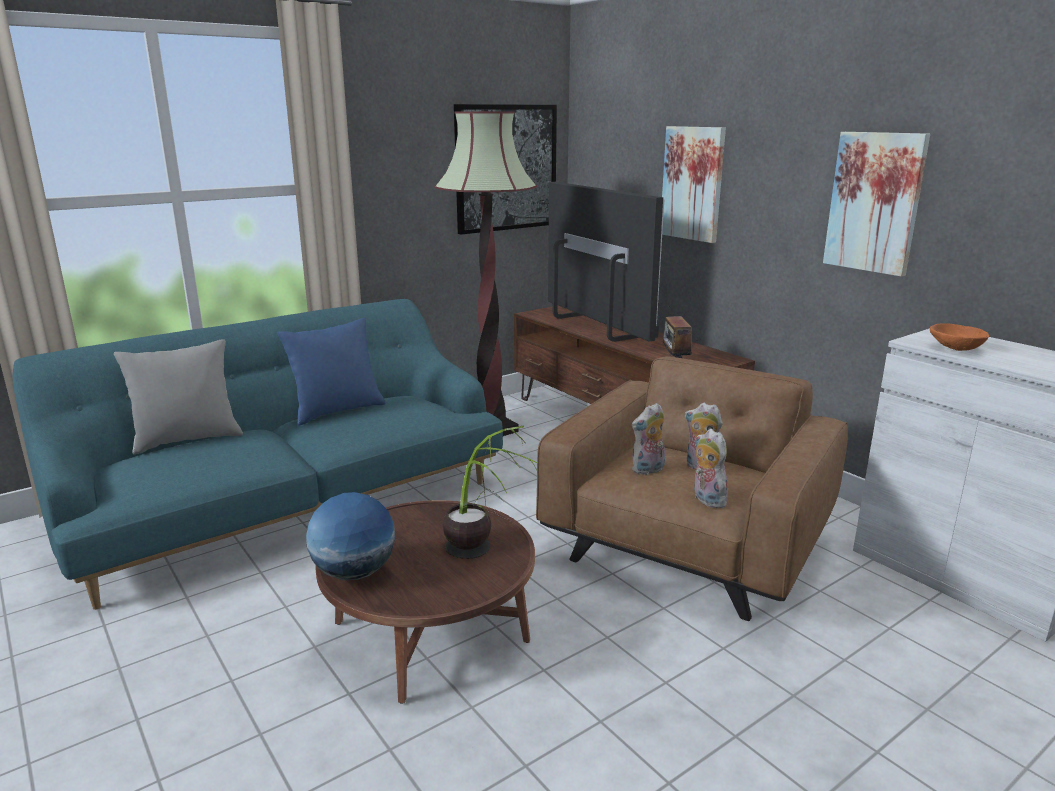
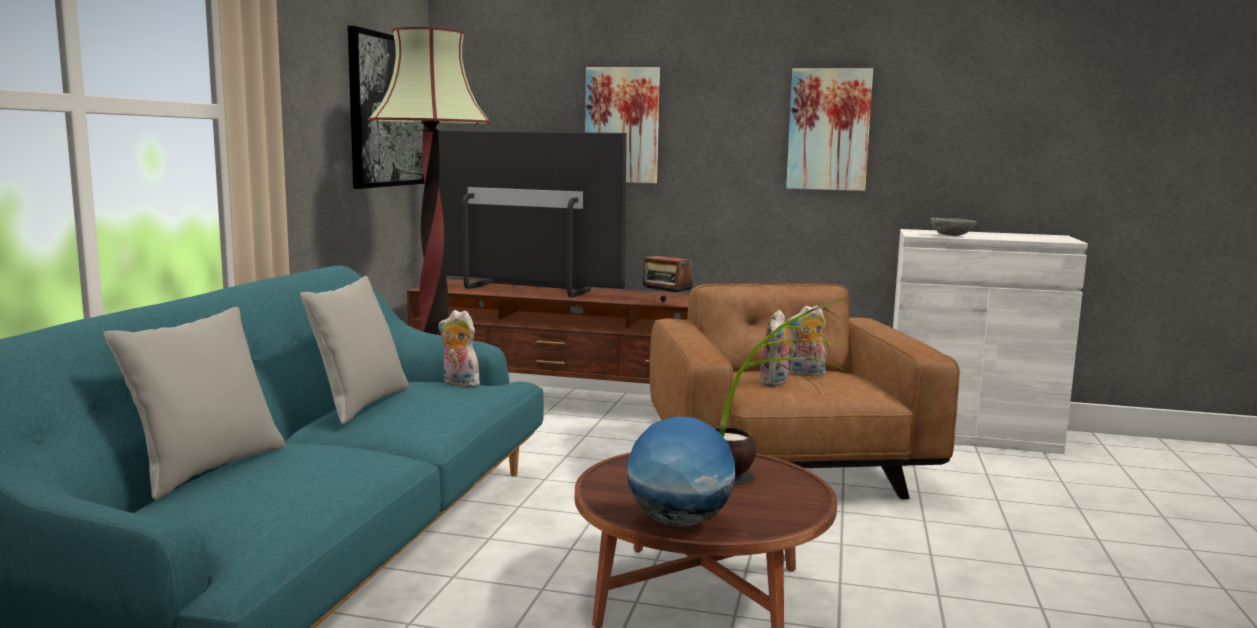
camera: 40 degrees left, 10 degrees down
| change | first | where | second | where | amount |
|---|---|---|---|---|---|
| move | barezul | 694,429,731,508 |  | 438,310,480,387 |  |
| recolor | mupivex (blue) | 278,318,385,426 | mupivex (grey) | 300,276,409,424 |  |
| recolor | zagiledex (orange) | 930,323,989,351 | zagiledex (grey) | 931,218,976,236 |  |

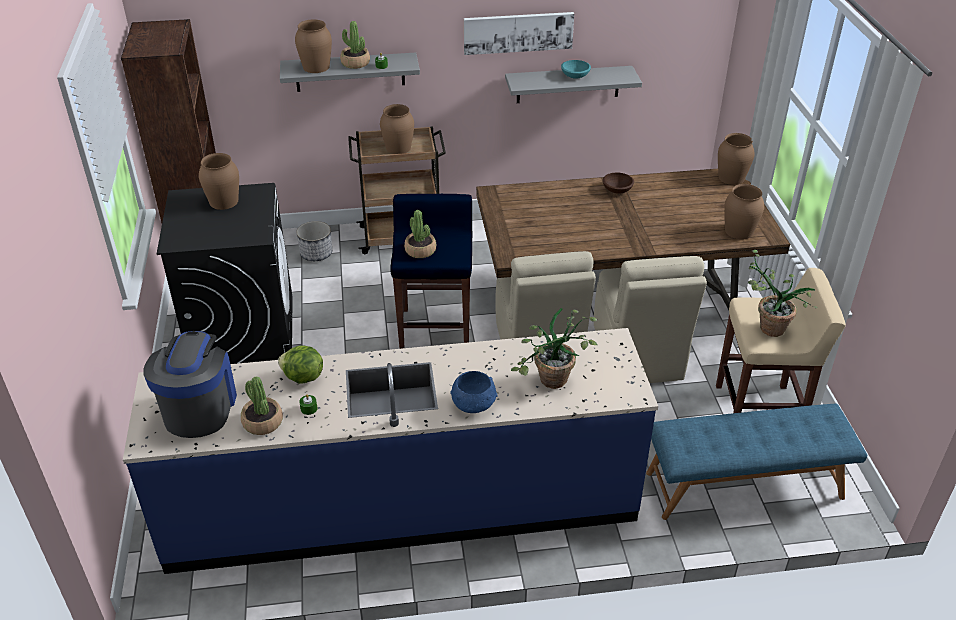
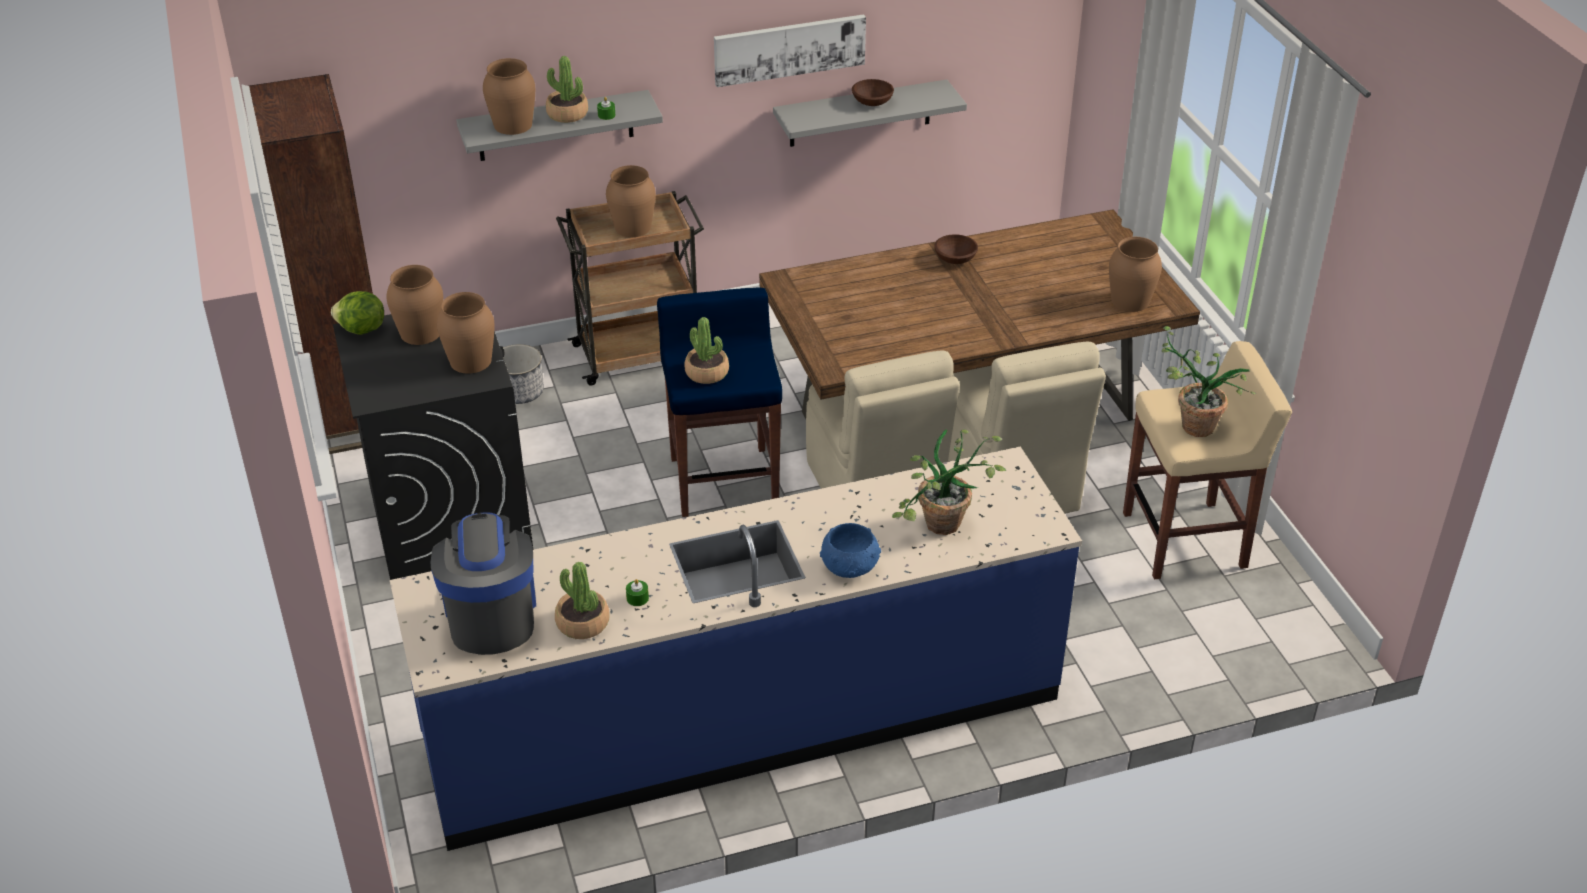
camera: 10 degrees left, 0 degrees up
| change | first | where | second | where | amount |
|---|---|---|---|---|---|
| delete | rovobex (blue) | 646,403,867,520 |  |  |  |
| move | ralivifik | 278,345,323,384 |  | 331,291,384,335 |  |
| move | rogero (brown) | 718,133,755,185 |  | 437,292,495,374 |  |
| recolor | zagiledex (turquoise) | 561,60,591,79 | zagiledex (brown) | 852,79,894,106 |  |

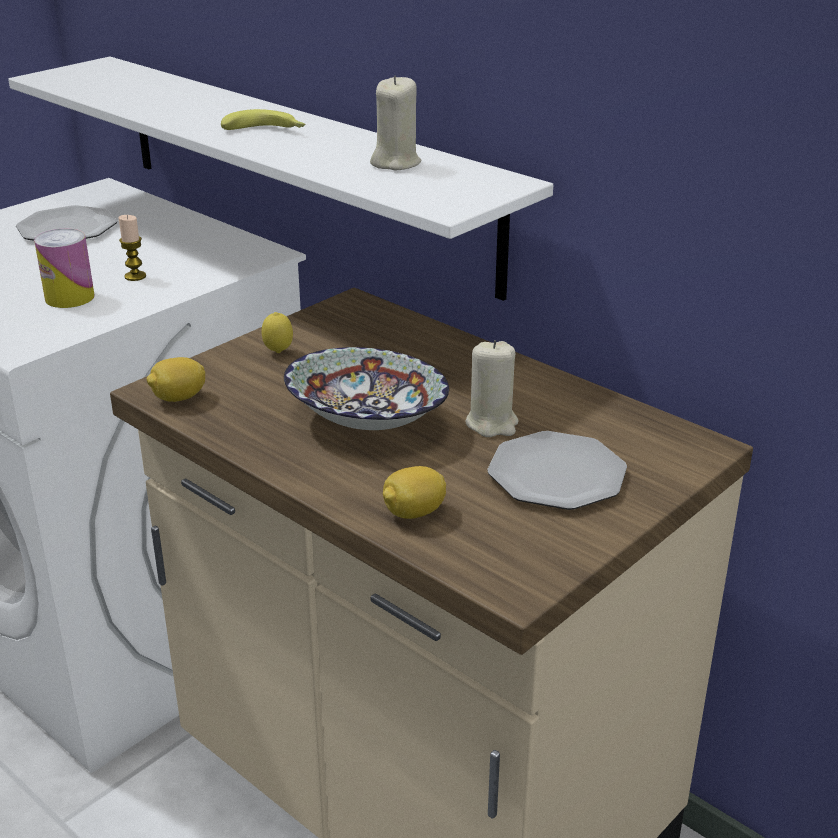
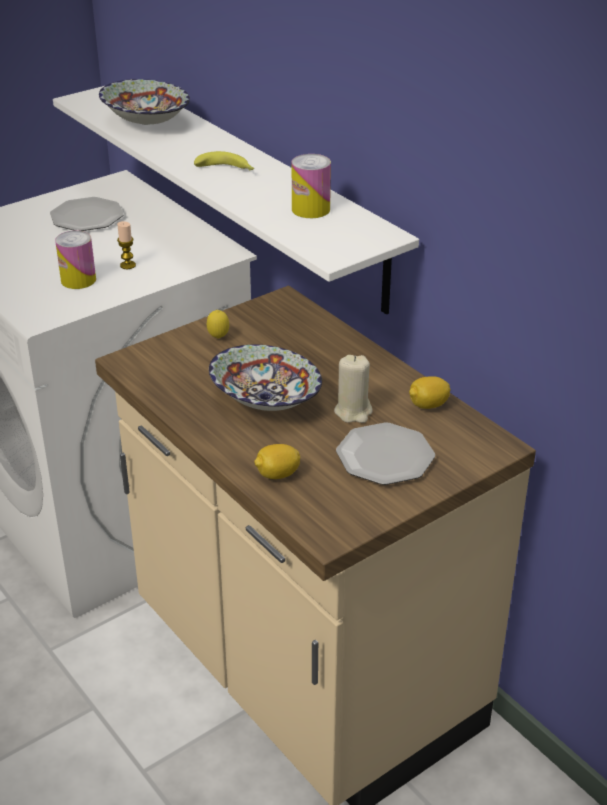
camera: 10 degrees right, 5 degrees up
| change | first | where | second | where | amount |
|---|---|---|---|---|---|
| insert |  |  | zagiledex | 99,79,190,125 |  |
| move | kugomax | 147,357,205,402 |  | 409,376,450,409 |  |
| replace | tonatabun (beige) | 370,75,421,170 | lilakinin | 292,154,331,218 |  |

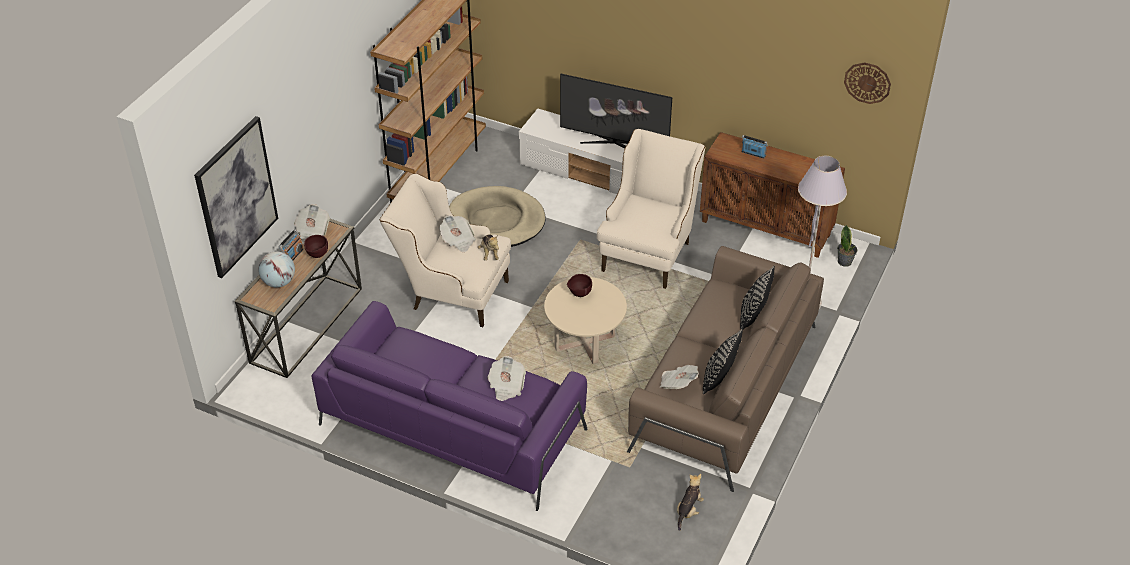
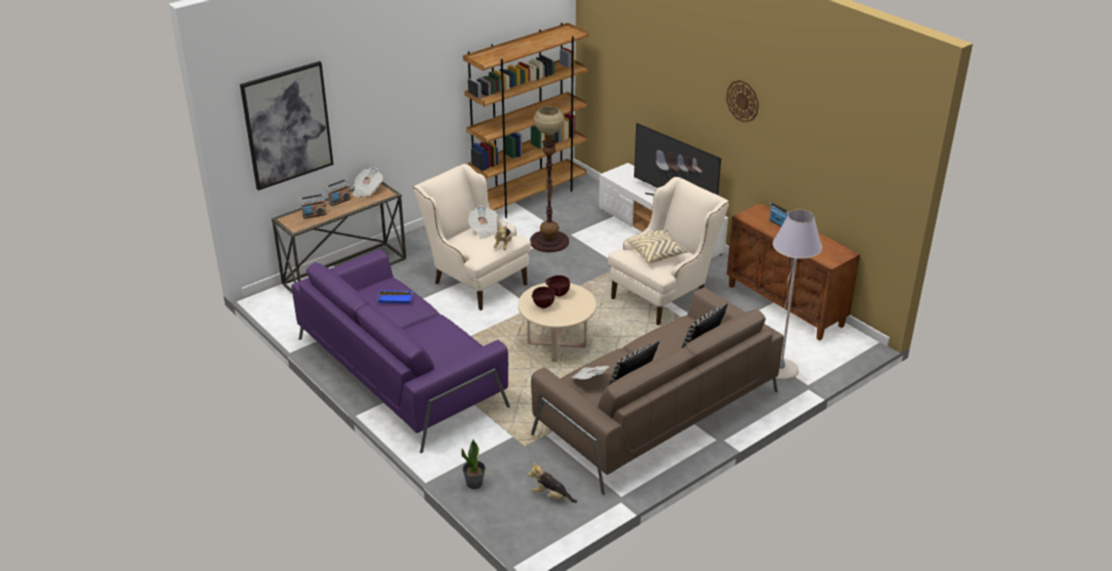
camera: 25 degrees right, 10 degrees down
| change | first | where | second | where | amount |
|---|---|---|---|---|---|
| delete | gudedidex | 487,356,526,401 |  |  |  |
| insert |  |  | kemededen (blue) | 377,290,413,303 |  |
| insert |  |  | mupivex (beige) | 626,230,689,263 |  |
| move | zagiledex (brown) | 304,235,328,258 |  | 532,287,555,308 |  |
| move | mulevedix | 837,224,857,267 |  | 461,439,485,489 |  |
| move | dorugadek | 844,62,891,104 |  | 726,80,759,123 |  |
| replace | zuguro | 258,251,295,287 | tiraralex | 299,194,326,219 |  |
| replace | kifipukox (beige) | 449,186,545,247 | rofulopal | 530,106,569,252 |  |
| rotate | barezul | 677,474,704,531 |  | 528,462,577,503 | 120 degrees counterclockwise |

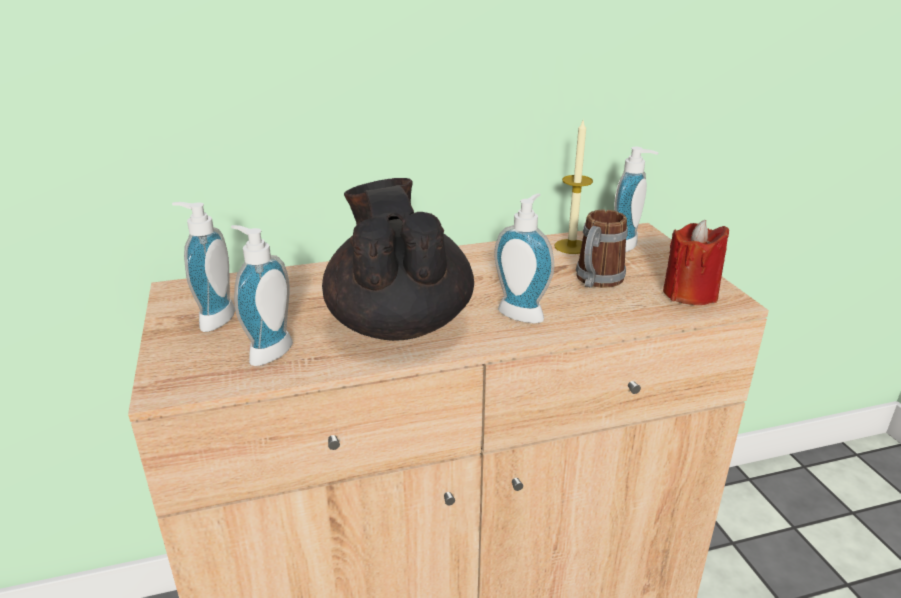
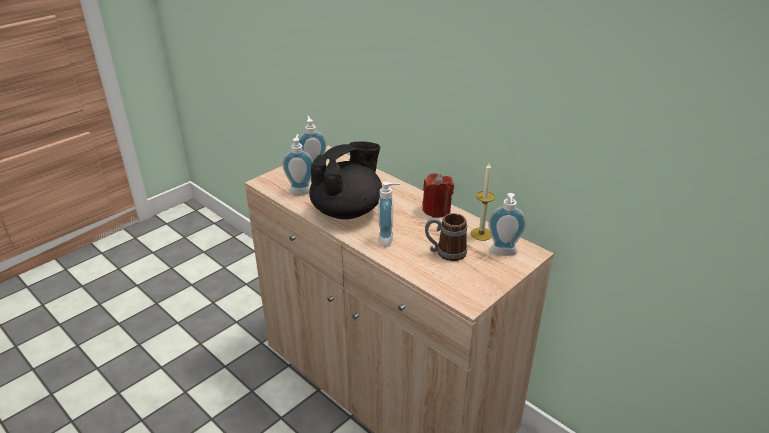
camera: 60 degrees right, 5 degrees up
| change | first | where | second | where | amount |
|---|---|---|---|---|---|
| move | tonatabun (red) | 663,220,729,305 |  | 422,173,454,218 |  |

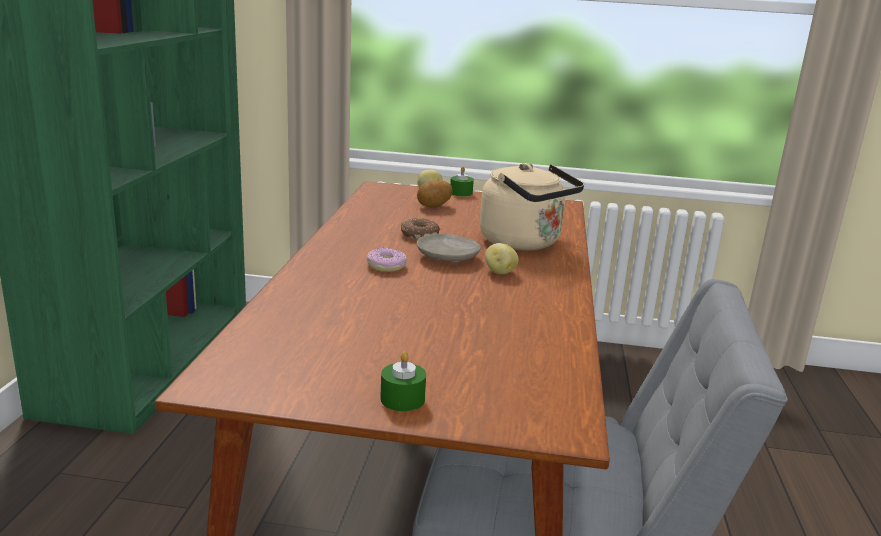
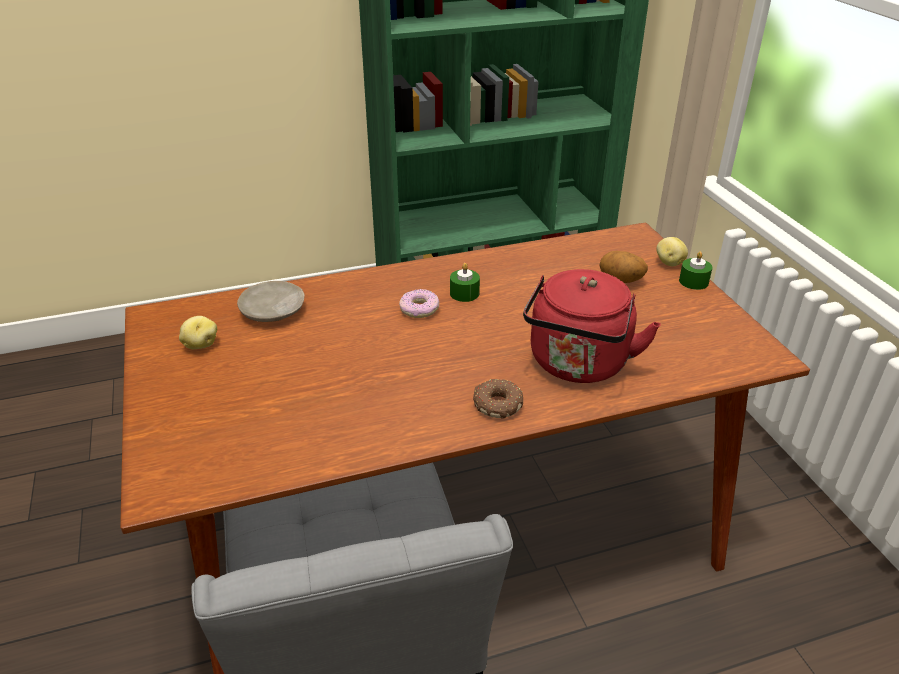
camera: 65 degrees right, 15 degrees up
| change | first | where | second | where | amount |
|---|---|---|---|---|---|
| move | tonatabun (green) | 380,351,426,411 |  | 450,263,480,302 |  |
| move | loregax | 401,218,440,240 |  | 473,379,523,418 |  |
| move | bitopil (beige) | 417,234,481,263 |  | 237,281,305,322 |  |
| move | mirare | 485,243,519,274 |  | 179,316,217,349 |  |
| recolor | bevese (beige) | 480,163,584,250 | bevese (red) | 523,269,661,383 |  |

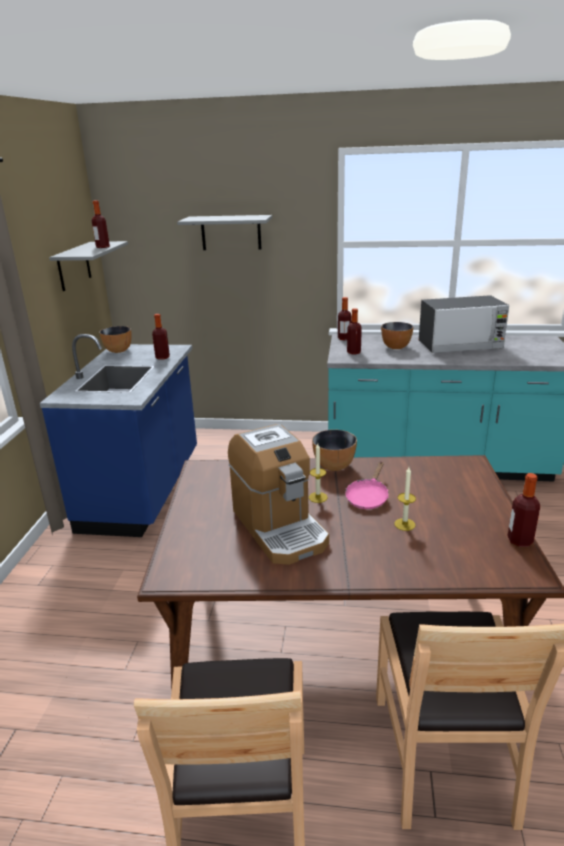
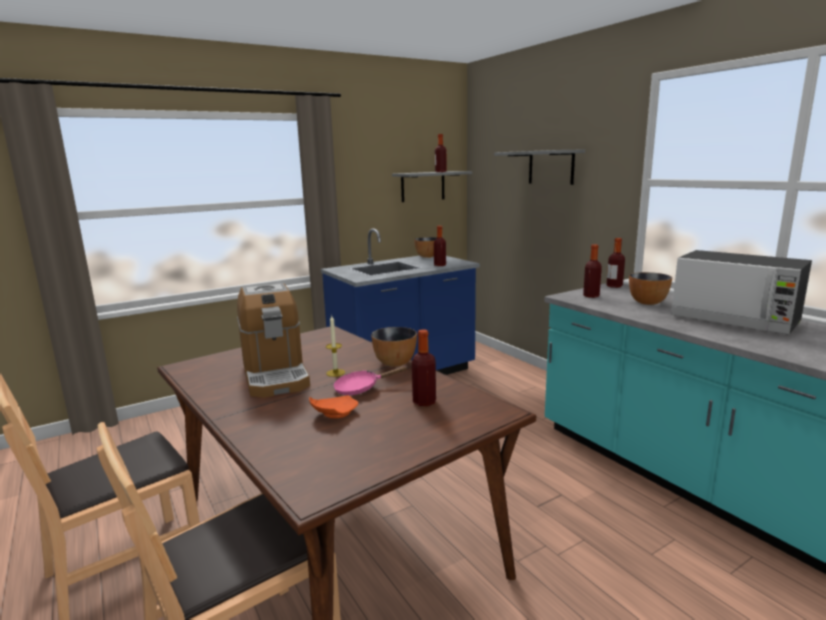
camera: 50 degrees right, 10 degrees down
| change | first | where | second | where | amount |
|---|---|---|---|---|---|
| move | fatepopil | 507,473,540,547 |  | 412,329,436,406 |  |
| replace | tonatabun | 394,467,416,531 | bitopil (orange) | 309,395,358,418 |  |
| rotate | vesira | 228,424,329,565 |  | 237,283,310,398 | 45 degrees counterclockwise |

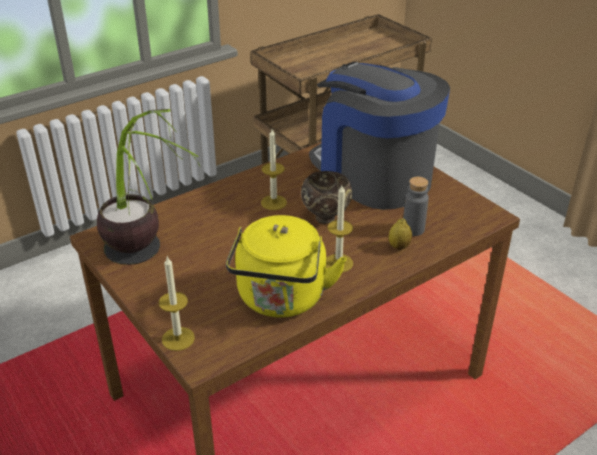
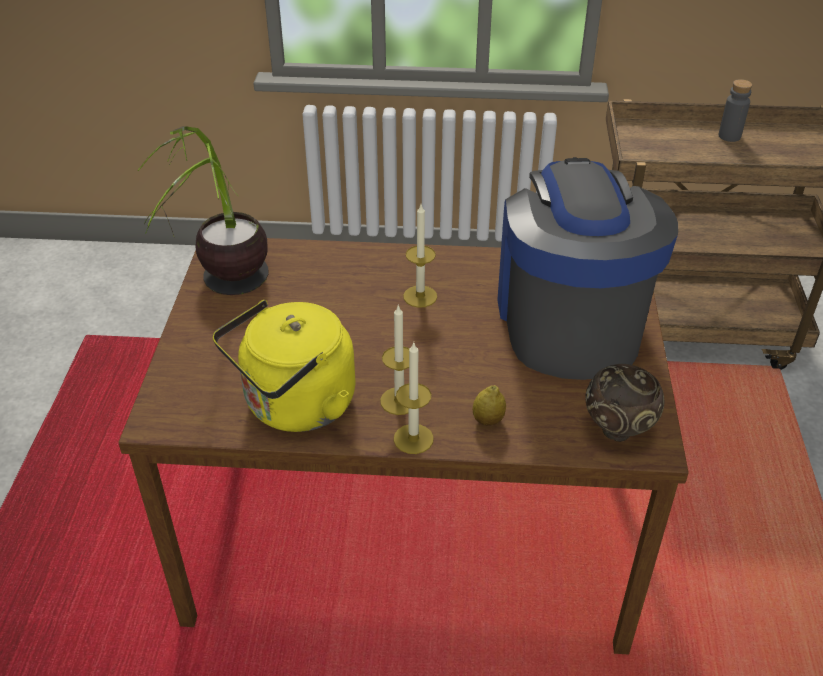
camera: 40 degrees right, 5 degrees up
| change | first | where | second | where | amount |
|---|---|---|---|---|---|
| move | tonatabun | 159,255,195,351 |  | 394,343,434,454 |  |
| move | zagiledex (brown) | 301,171,352,224 |  | 585,364,665,442 |  |
| move | fatepopil (grey) | 403,177,429,236 |  | 718,79,752,142 |  |

